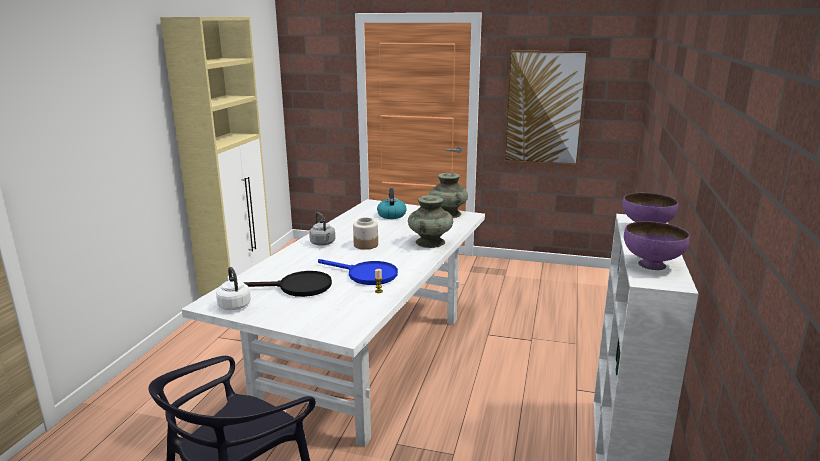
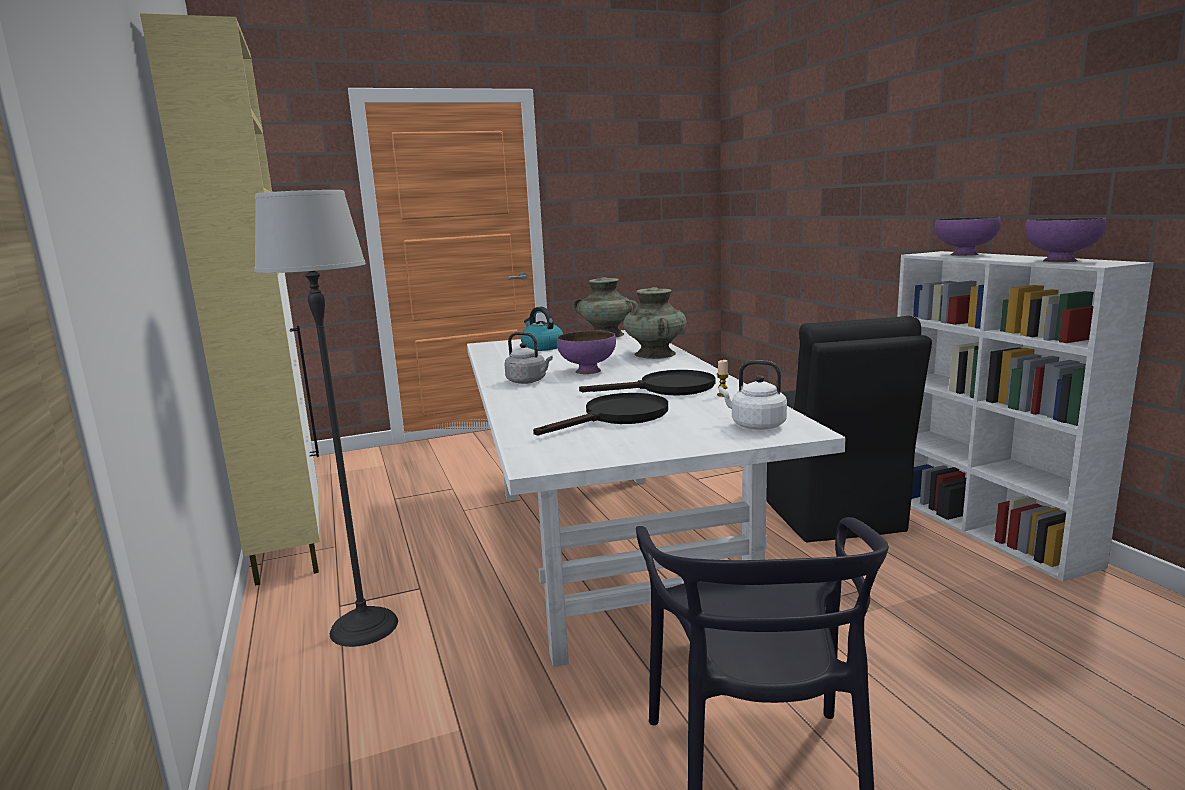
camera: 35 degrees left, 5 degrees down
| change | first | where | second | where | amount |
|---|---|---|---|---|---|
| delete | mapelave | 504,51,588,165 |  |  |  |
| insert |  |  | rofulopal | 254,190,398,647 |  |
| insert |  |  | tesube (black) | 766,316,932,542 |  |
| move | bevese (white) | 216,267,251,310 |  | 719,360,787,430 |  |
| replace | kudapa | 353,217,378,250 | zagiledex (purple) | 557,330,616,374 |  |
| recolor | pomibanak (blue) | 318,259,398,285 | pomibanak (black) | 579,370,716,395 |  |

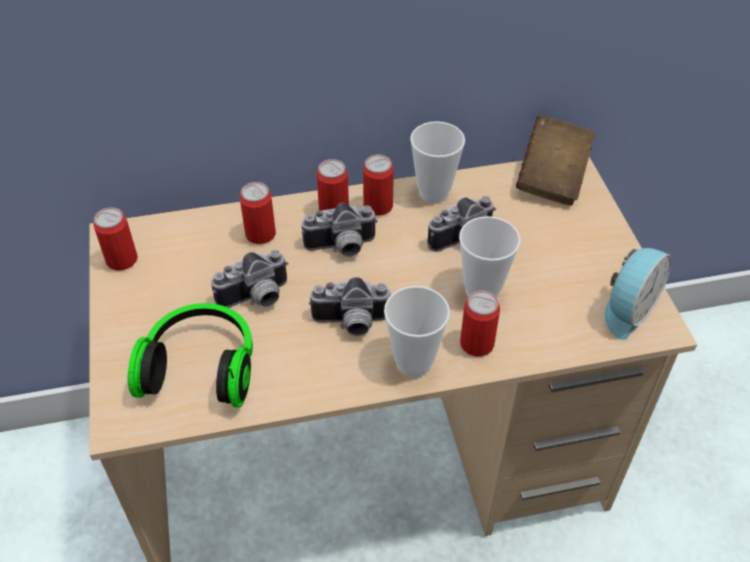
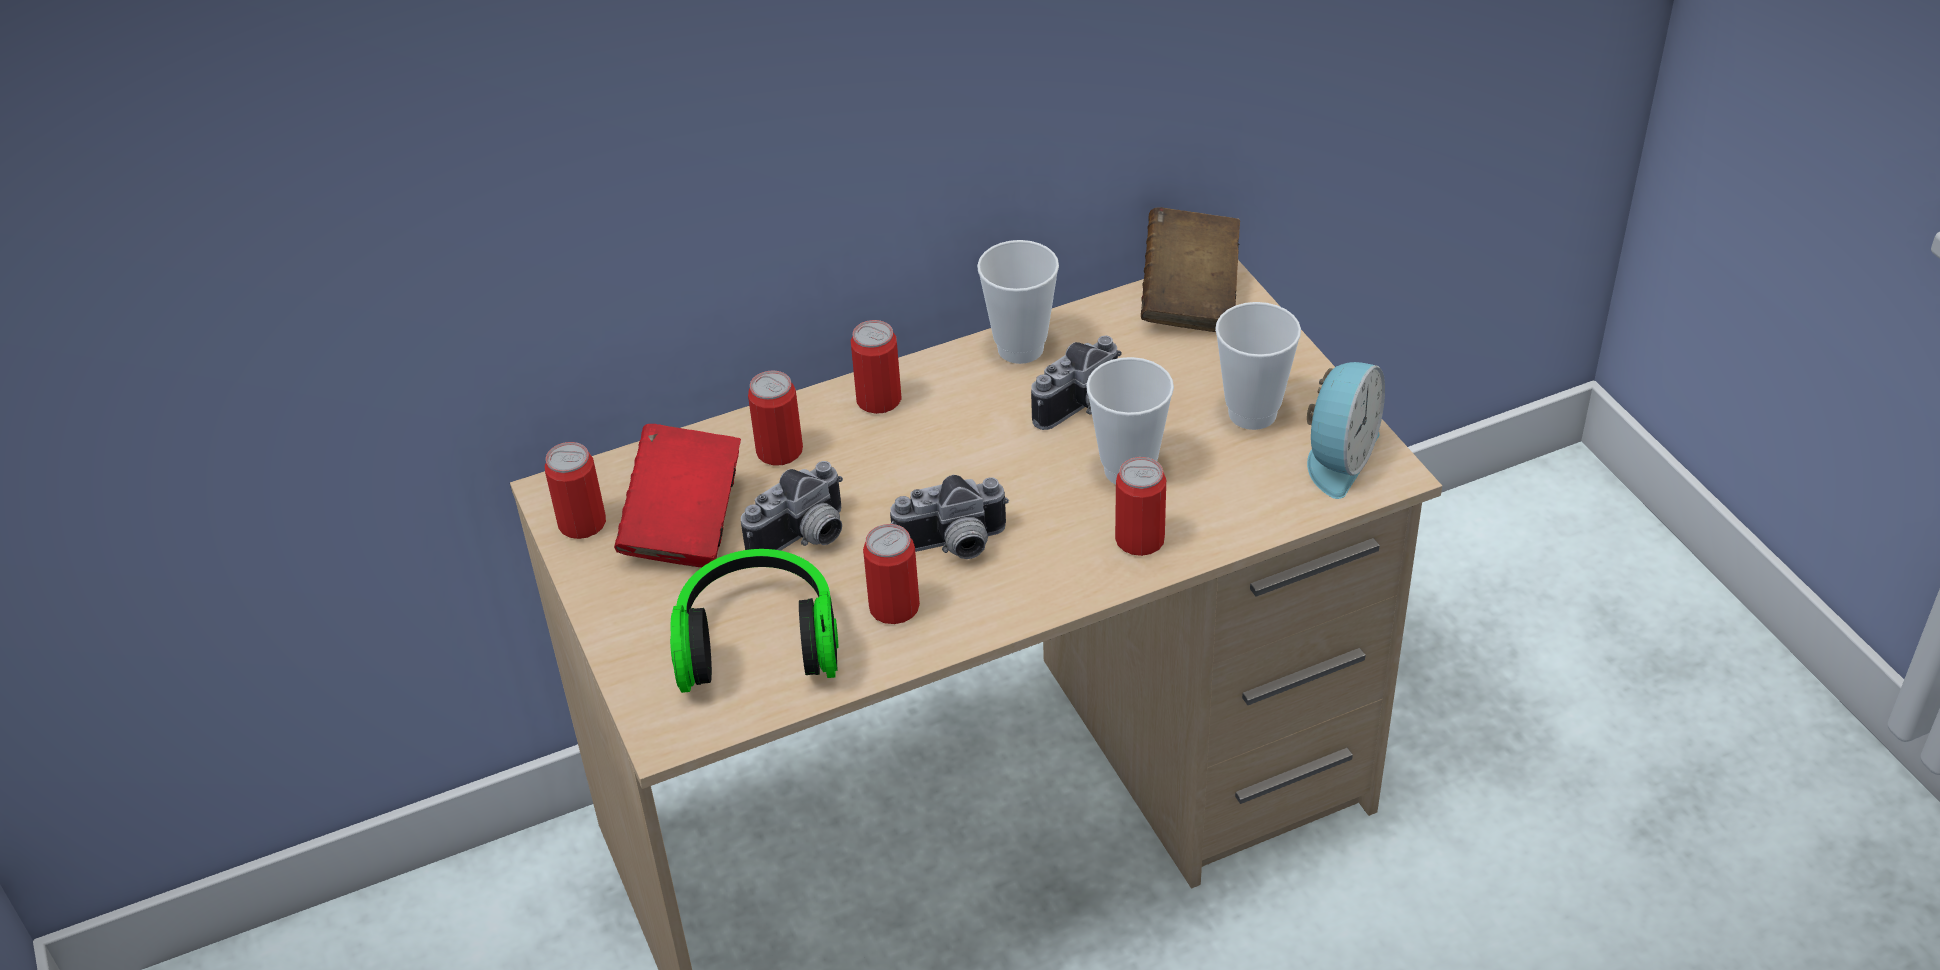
camera: 10 degrees left, 5 degrees down
| change | first | where | second | where | amount |
|---|---|---|---|---|---|
| delete | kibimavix | 301,203,378,257 |  |  |  |
| insert |  |  | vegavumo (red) | 614,424,741,567 |  |
| move | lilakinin | 363,155,394,215 |  | 863,524,920,624 |  |
| move | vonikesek | 384,286,450,377 |  | 1215,302,1301,430 |  |

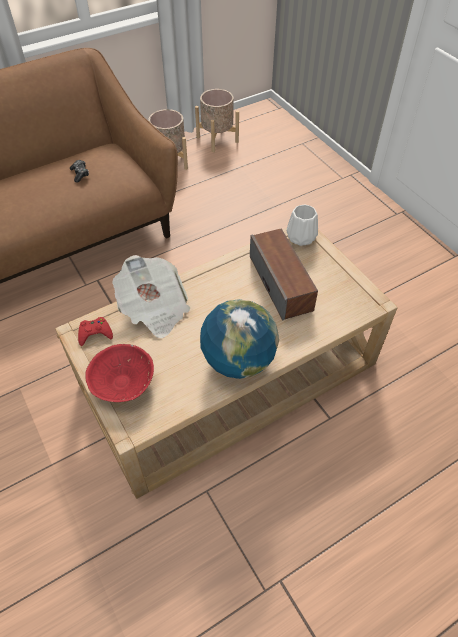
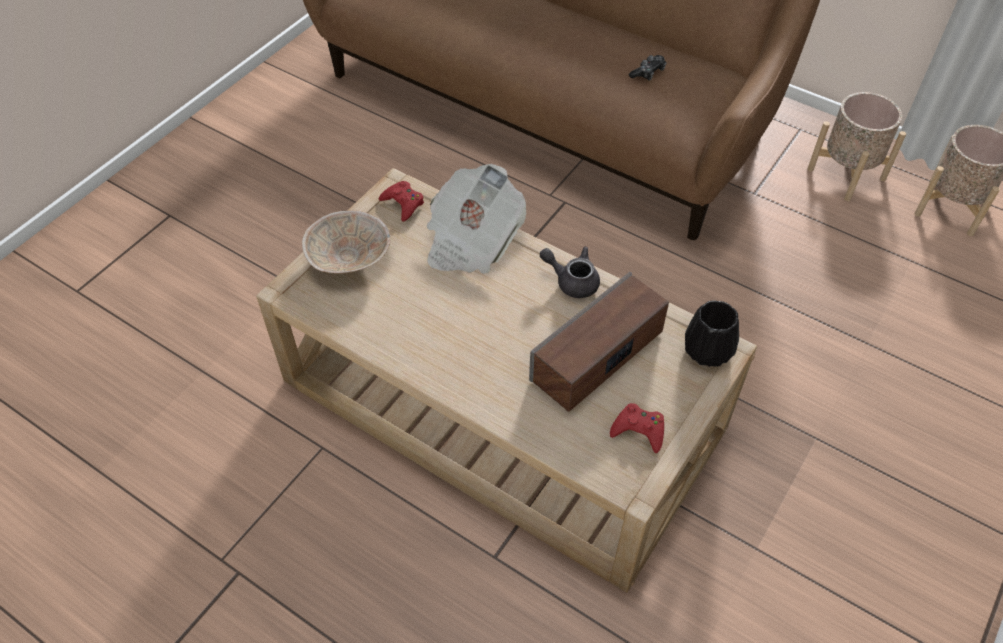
camera: 65 degrees right, 0 degrees up
| change | first | where | second | where | amount |
|---|---|---|---|---|---|
| delete | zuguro | 200,299,279,379 |  |  |  |
| insert |  |  | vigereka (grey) | 540,246,600,298 |  |
| insert |  |  | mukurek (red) | 610,403,664,453 |  |
| recolor | zagiledex (red) | 85,344,154,402 | zagiledex (beige) | 302,210,390,274 |  |
| recolor | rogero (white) | 287,205,318,246 | rogero (black) | 685,301,739,367 |  |

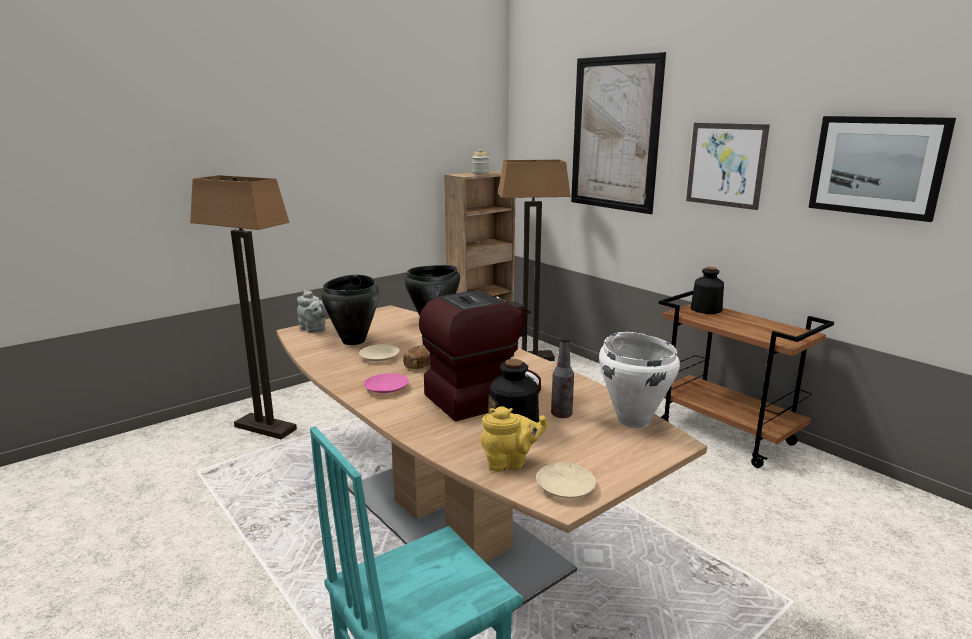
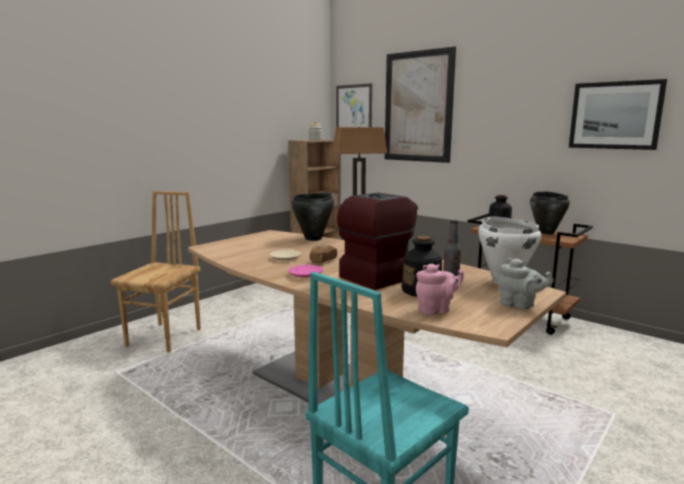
camera: 10 degrees left, 5 degrees down
| change | first | where | second | where | amount |
|---|---|---|---|---|---|
| delete | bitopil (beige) | 536,462,596,498 |  |  |  |
| move | vigereka (grey) | 297,290,327,332 |  | 498,258,554,309 |  |
| move | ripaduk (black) | 321,275,379,345 |  | 530,191,570,235 |  |
| move | mapelave | 686,123,770,210 |  | 336,83,372,127 |  |
| replace | rofulopal | 190,175,297,439 | tesube (brown) | 111,191,201,352 |  |
| recolor | vigereka (yellow) | 480,407,548,472 | vigereka (pink) | 416,264,464,315 |  |

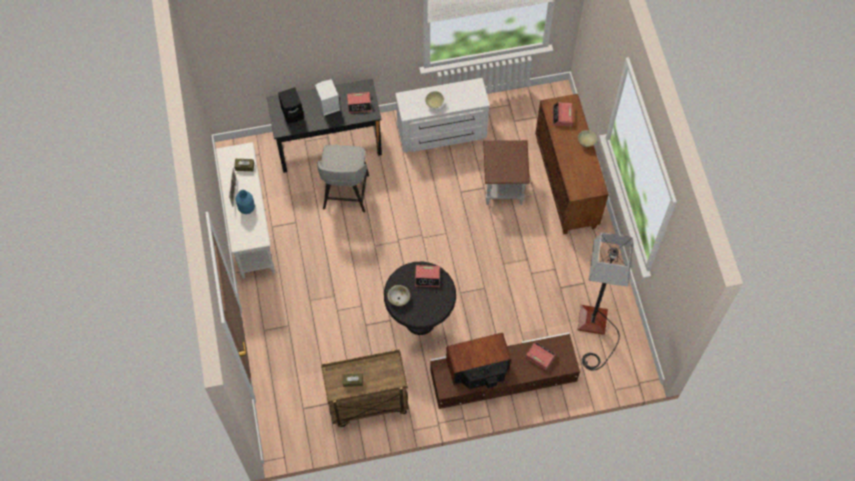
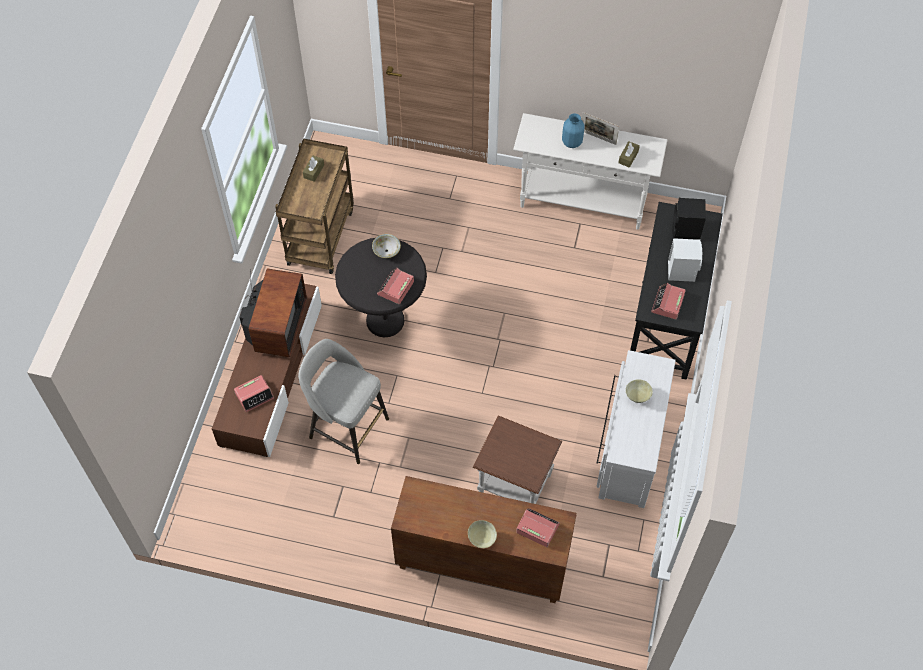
camera: 115 degrees right, 5 degrees down
| change | first | where | second | where | amount |
|---|---|---|---|---|---|
| delete | rofulopal | 578,232,633,370 |  |  |  |
| move | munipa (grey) | 317,145,369,212 |  | 298,339,389,464 |  |

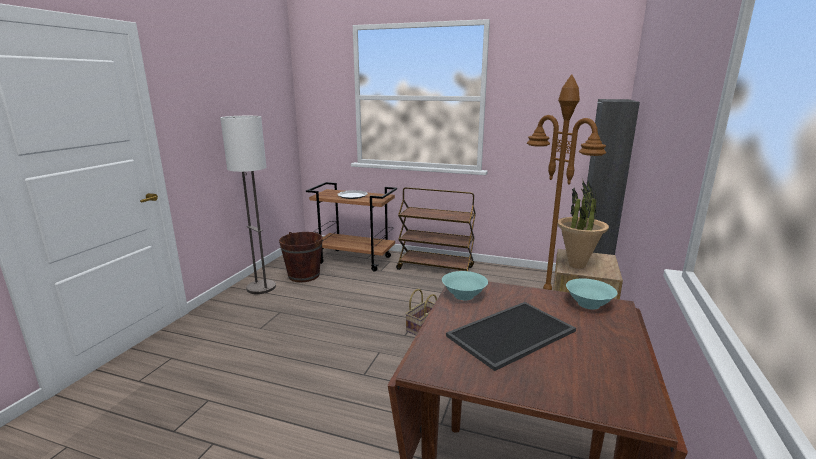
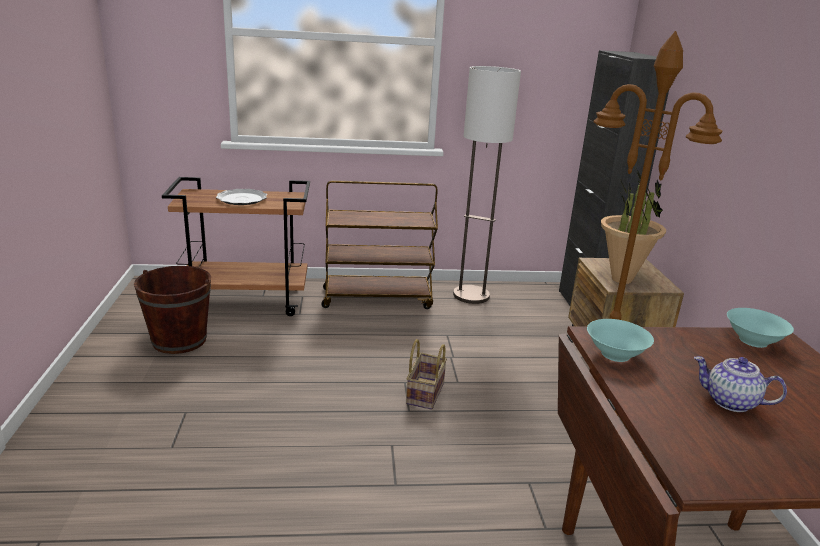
camera: 25 degrees left, 5 degrees up
| change | first | where | second | where | amount |
|---|---|---|---|---|---|
| move | rofulopal | 220,116,276,294 |  | 453,66,521,304 |  |
| replace | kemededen | 446,302,576,371 | vigereka | 694,356,787,412 |  |

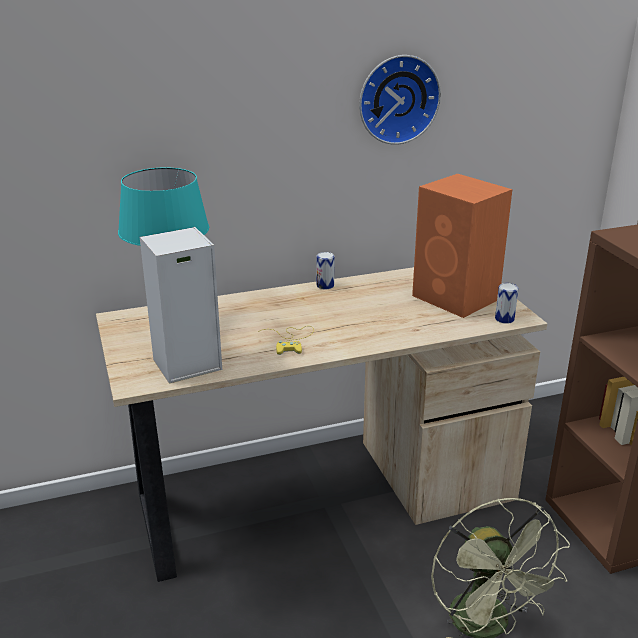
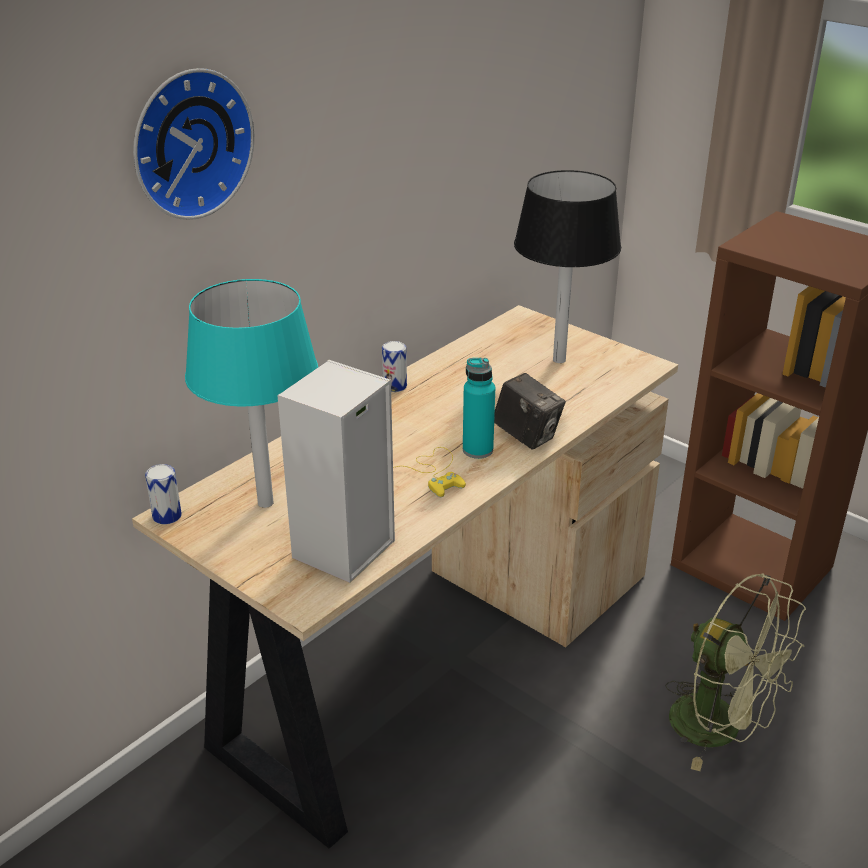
camera: 30 degrees left, 5 degrees up
| change | first | where | second | where | amount |
|---|---|---|---|---|---|
| insert |  |  | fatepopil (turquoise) | 463,358,495,459 |  |
| insert |  |  | kibimavix | 494,373,566,449 |  |
| move | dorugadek | 359,55,441,145 |  | 133,68,255,220 |  |
| move | lilakinin | 495,283,519,324 |  | 145,464,182,524 |  |
| replace | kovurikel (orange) | 412,174,512,318 | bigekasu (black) | 514,170,621,363 |  |

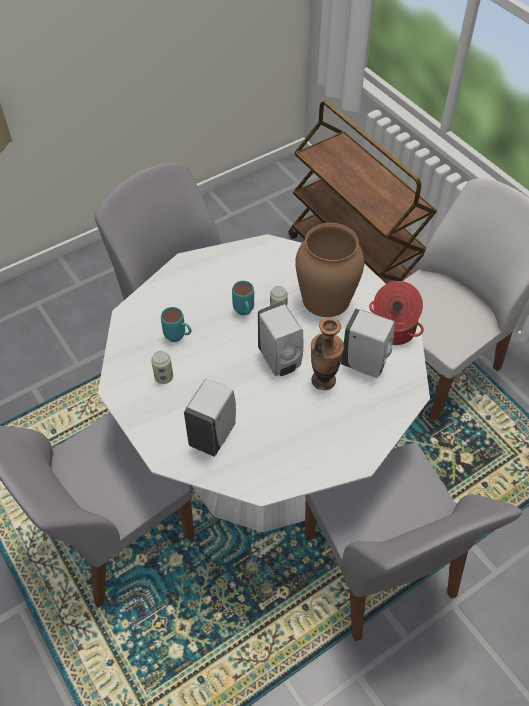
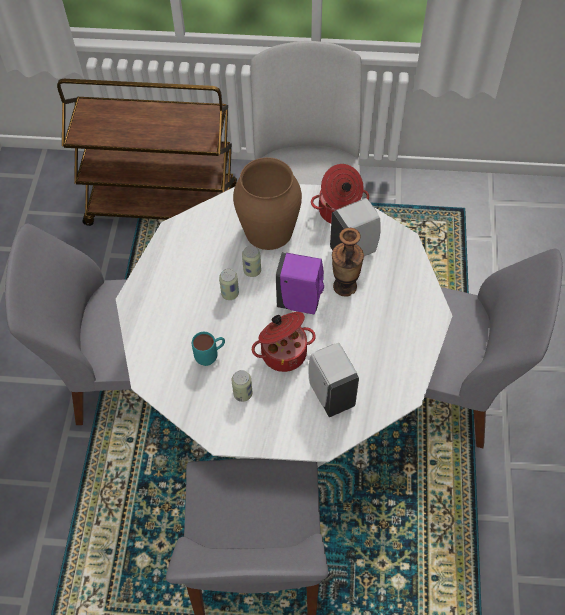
camera: 50 degrees left, 5 degrees up
| change | first | where | second | where | amount |
|---|---|---|---|---|---|
| insert |  |  | ripaduk | 252,312,316,372 |  |
| replace | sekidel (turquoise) | 232,281,254,315 | lilakinin | 219,269,239,300 |  |
| recolor | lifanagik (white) | 258,302,303,376 | lifanagik (purple) | 276,253,324,315 |  |

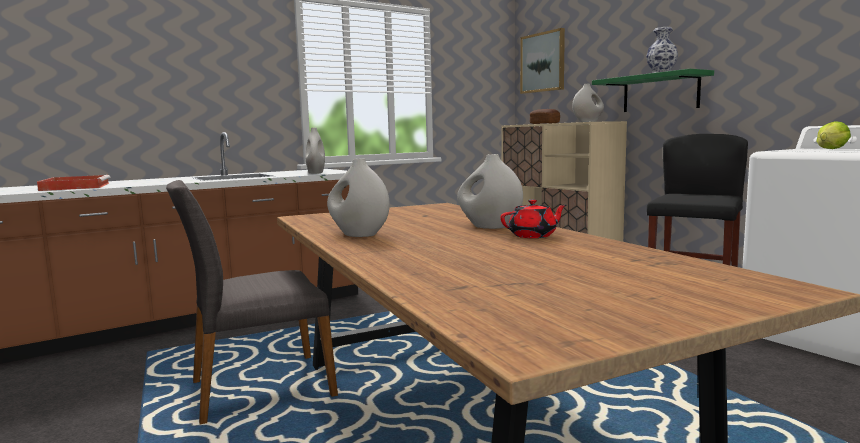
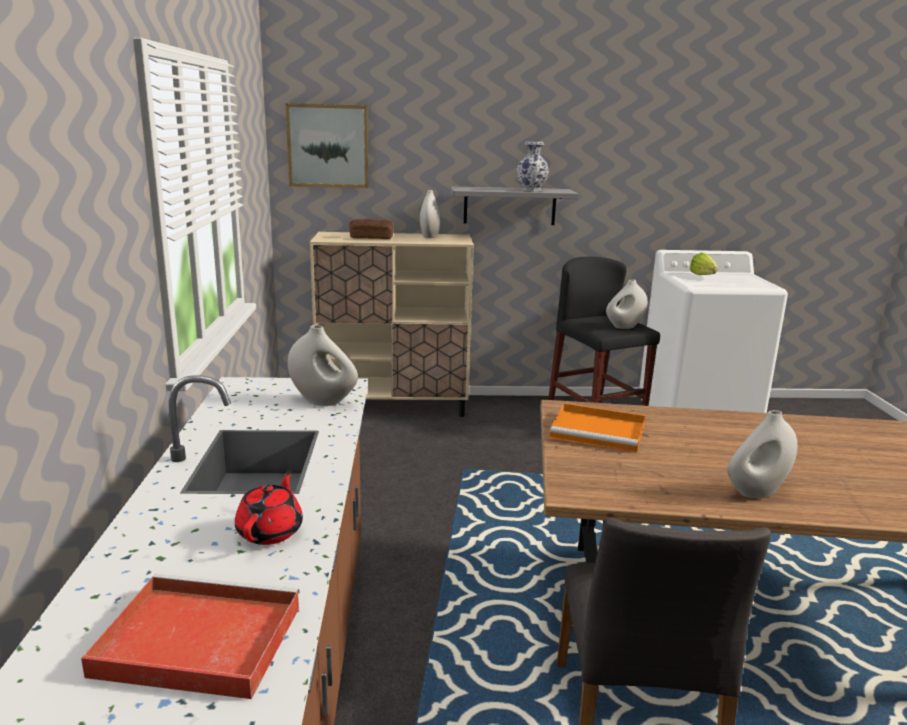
camera: 60 degrees left, 10 degrees up
| change | first | where | second | where | amount |
|---|---|---|---|---|---|
| insert |  |  | kemededen (orange) | 550,403,646,453 |  |
| move | rogero (white) | 457,154,523,229 |  | 606,280,647,329 |  |
| move | vigereka (red) | 500,199,567,238 |  | 235,471,303,545 |  |
| recolor | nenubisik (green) | 592,69,714,112 | nenubisik (grey) | 451,187,578,225 |  |

